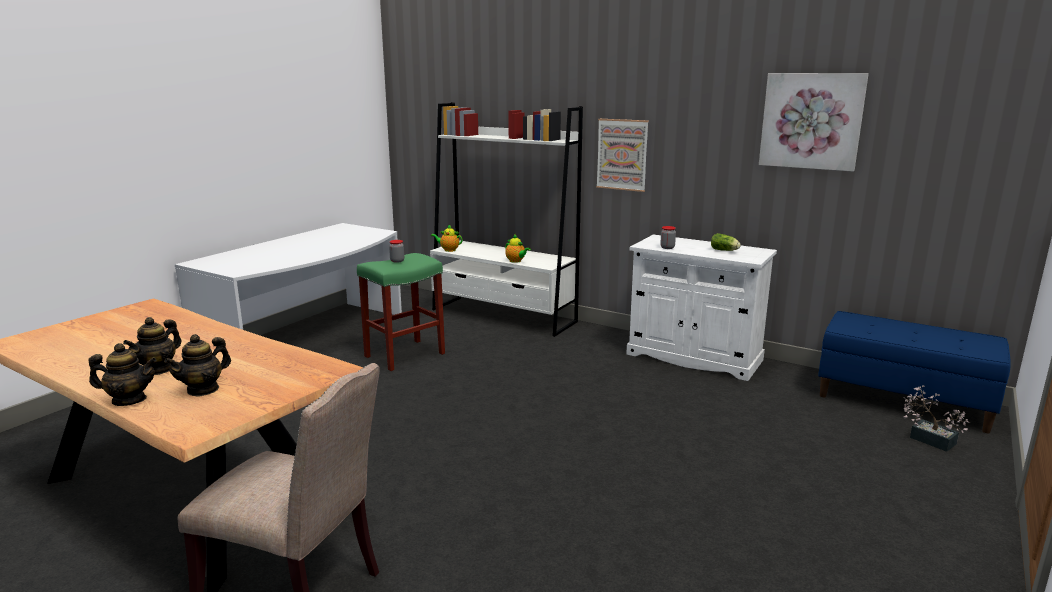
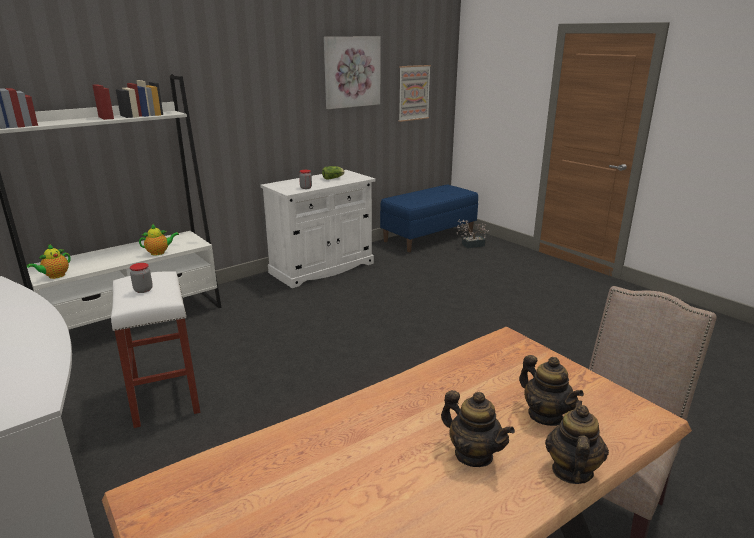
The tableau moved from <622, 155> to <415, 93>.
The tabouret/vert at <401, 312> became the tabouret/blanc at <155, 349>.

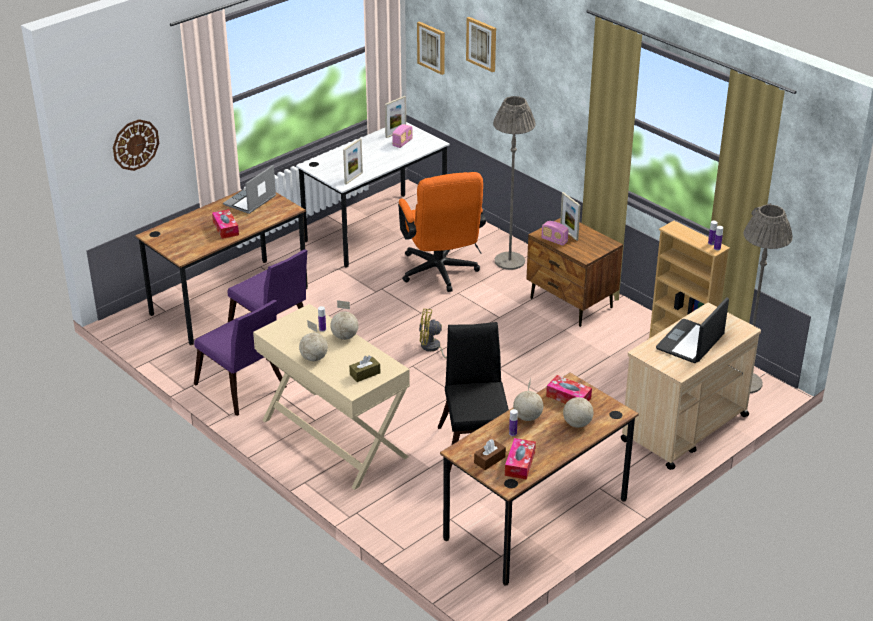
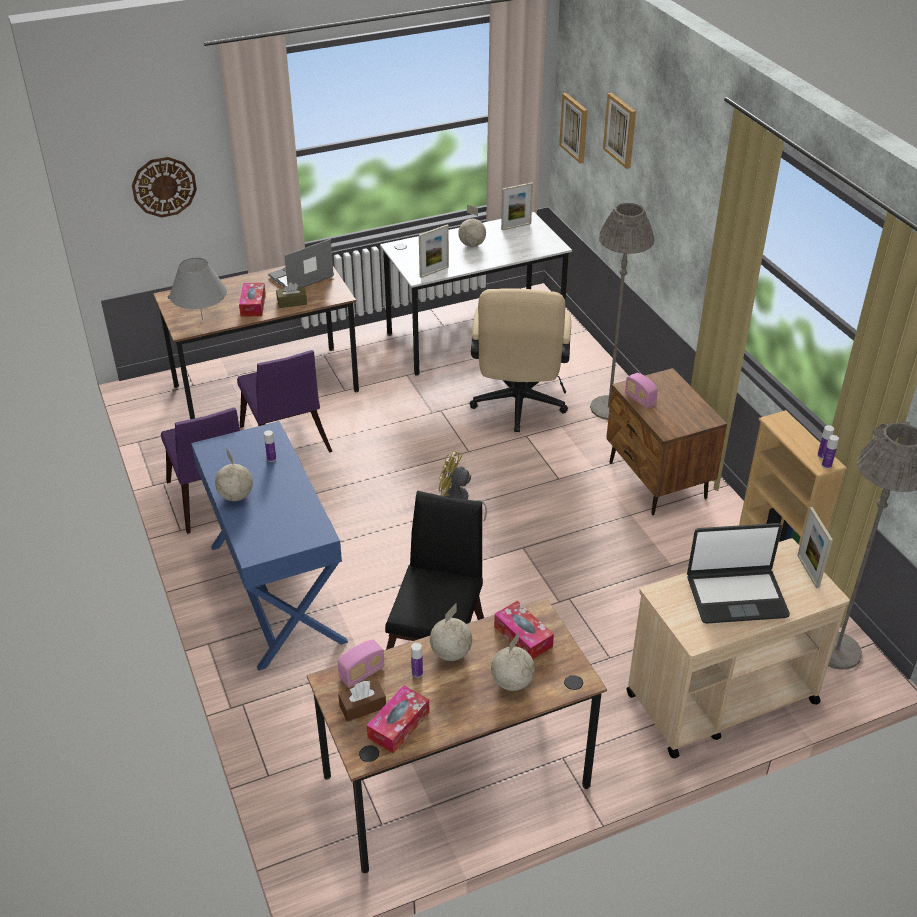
The lampe de table/gris at <198, 289> appeared.
The globe moved from <344, 320> to <472, 226>.
The boîte à mouchoirs/marron moved from <364, 368> to <291, 295>.
The radio moved from <402, 136> to <361, 663>.
The cadre photo moved from <570, 216> to <815, 548>.
The table console/beige at <331, 397> became the table console/bleu at <269, 546>.
The chaise de bureau/orange at <442, 232> became the chaise de bureau/beige at <520, 360>.
The ordinateur portable at <692, 330> turned 150 degrees counterclockwise.

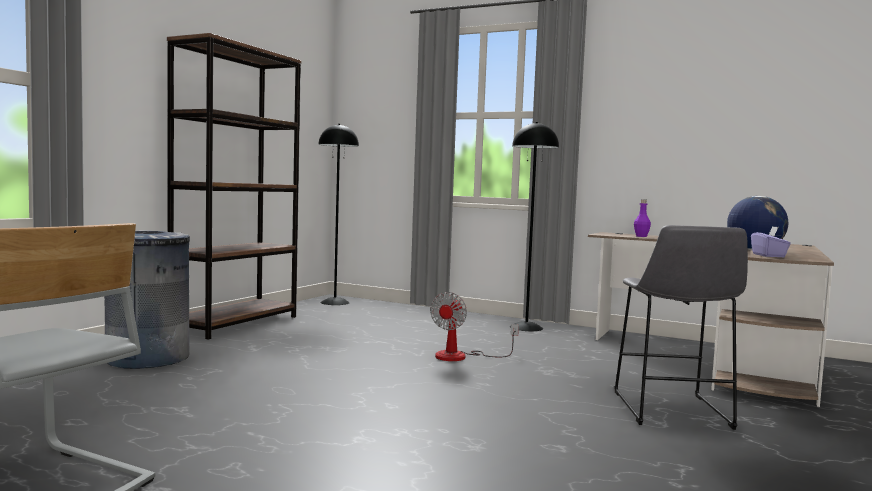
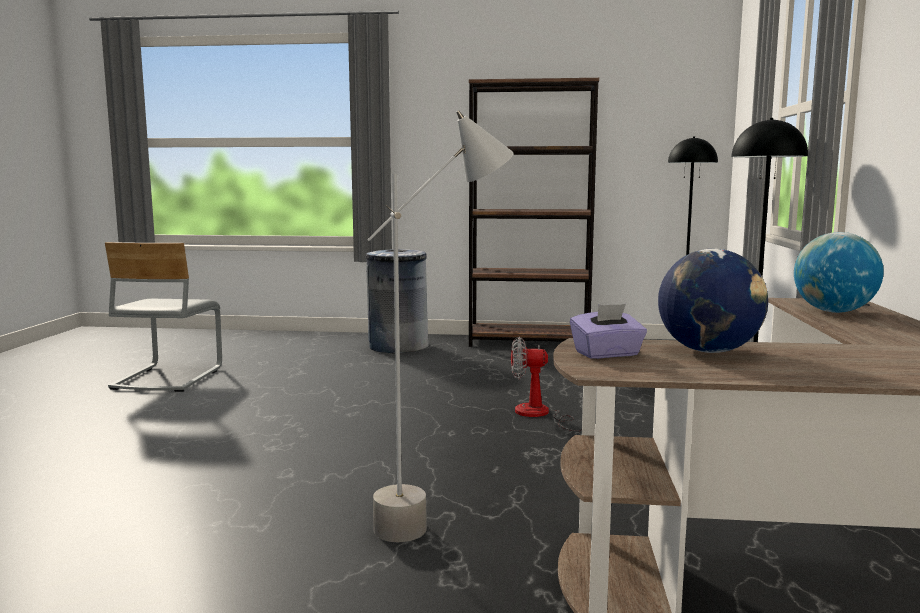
The tabouret/gris at <681, 327> was replaced by the lampadaire/gris at <440, 326>.
The bouteille/violet at <642, 218> was replaced by the globe at <839, 272>.

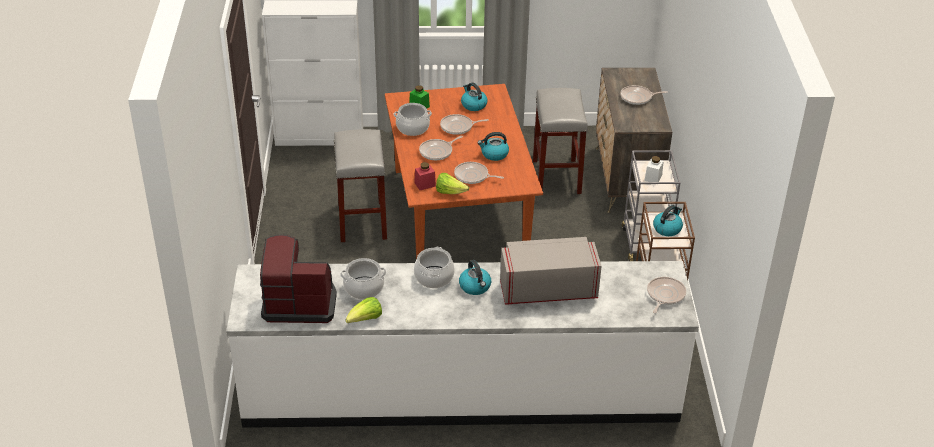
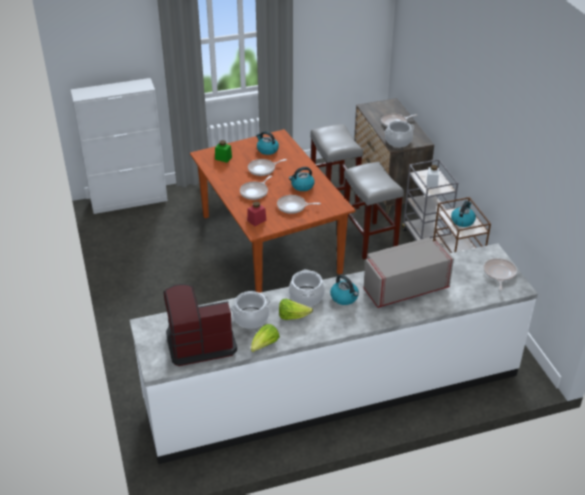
The tabouret/gris moved from <360, 185> to <374, 211>.
The marmite moved from <413, 119> to <399, 134>.
The laitue moved from <452, 183> to <296, 309>.

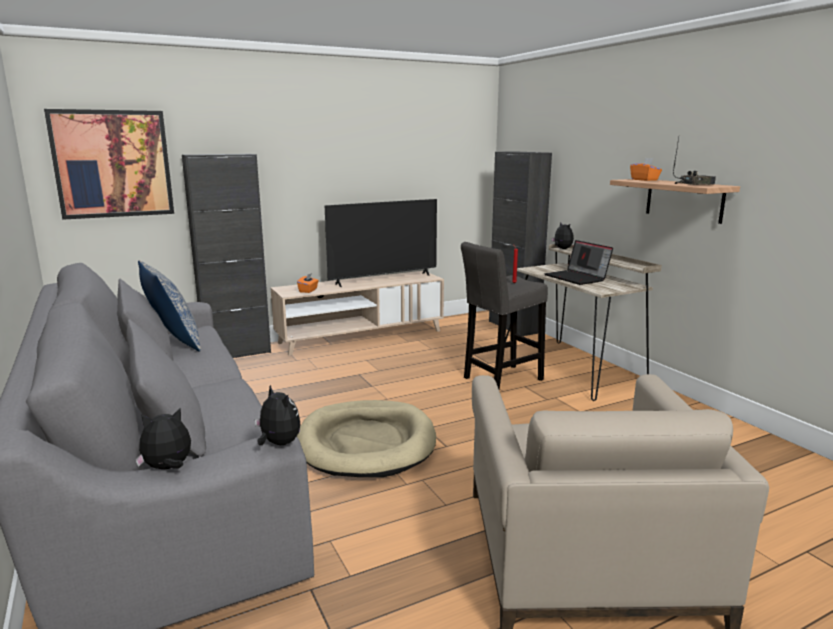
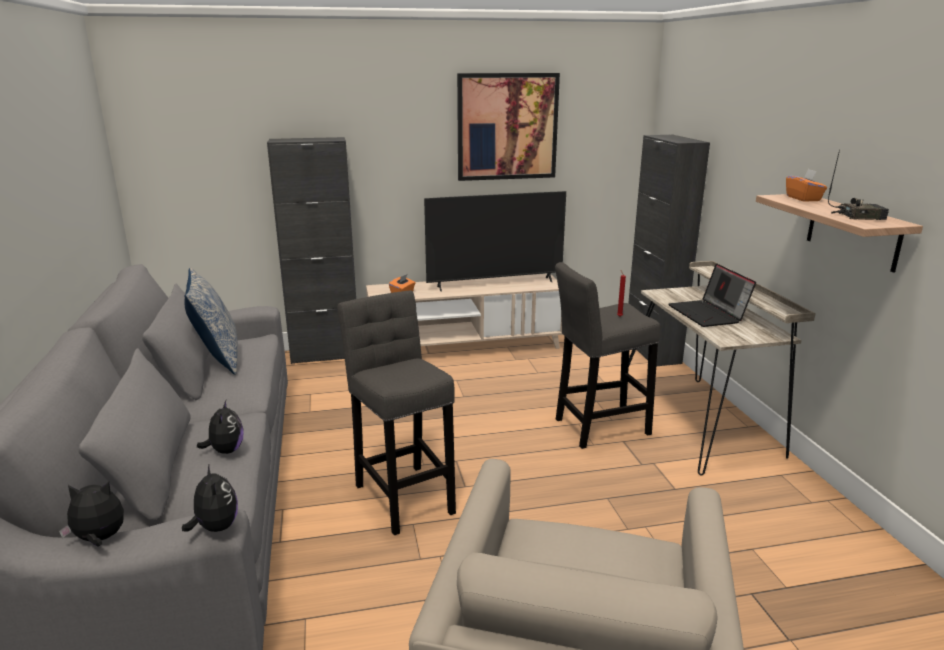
The tableau moved from <109, 164> to <508, 127>.
The peluche moved from <562, 235> to <220, 427>.
The panier pour chien/beige at <366, 438> was replaced by the tabouret/gris at <396, 412>.

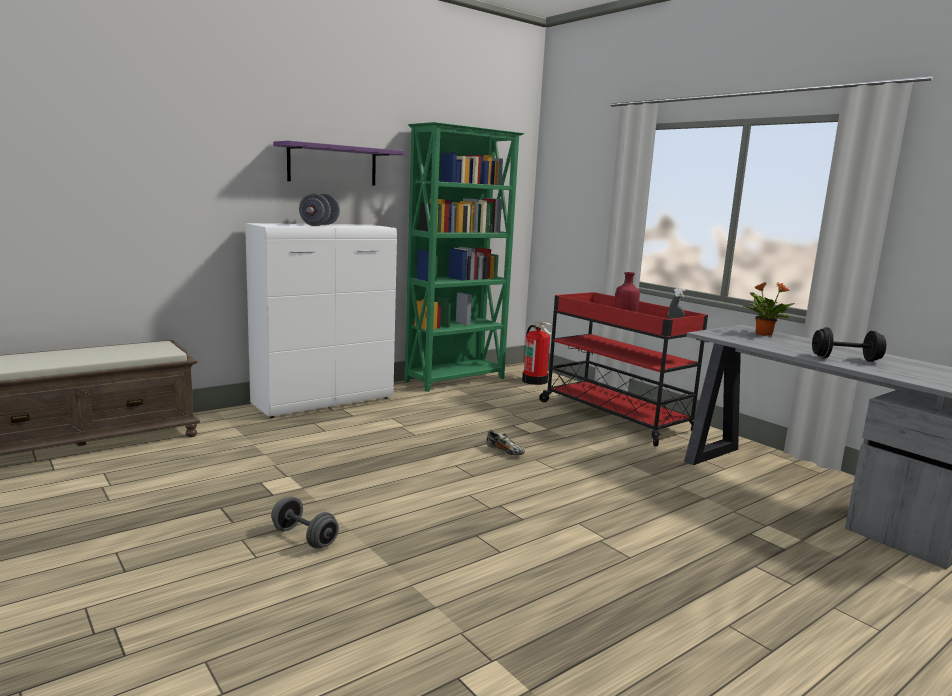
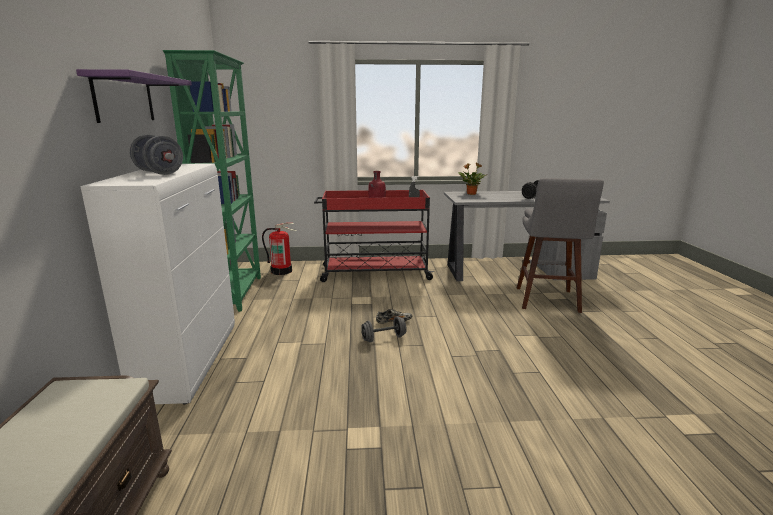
The tabouret/gris at <560, 245> appeared.
The haltère/gris moved from <305, 523> to <384, 329>.

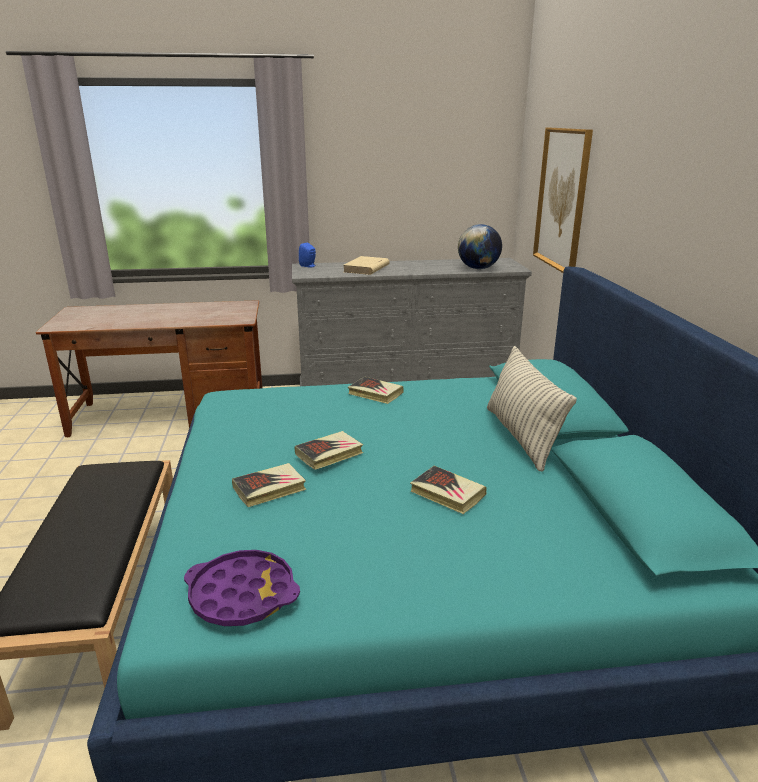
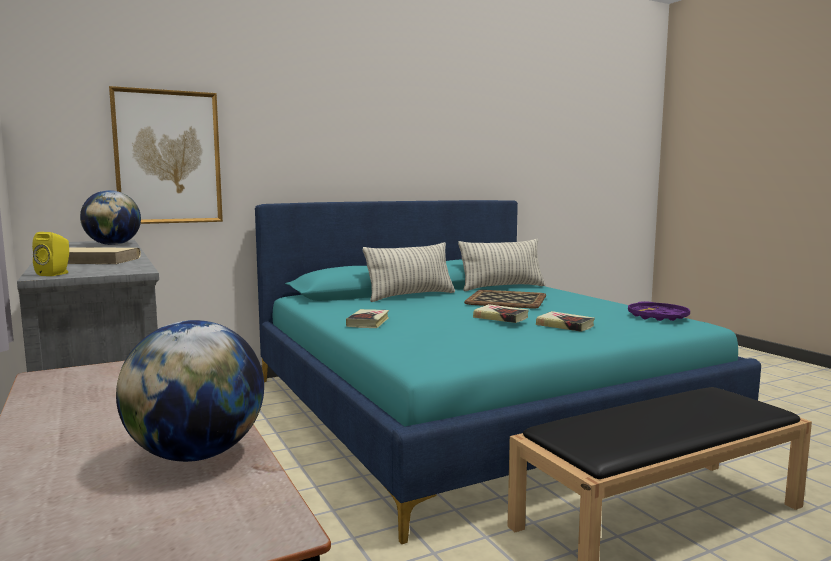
The globe at <190, 391> appeared.
The coussin at <501, 265> appeared.
The livre at <448, 490> was replaced by the plateau at <505, 299>.
The enceinte/bleu at <307, 255> became the enceinte/jaune at <50, 254>.

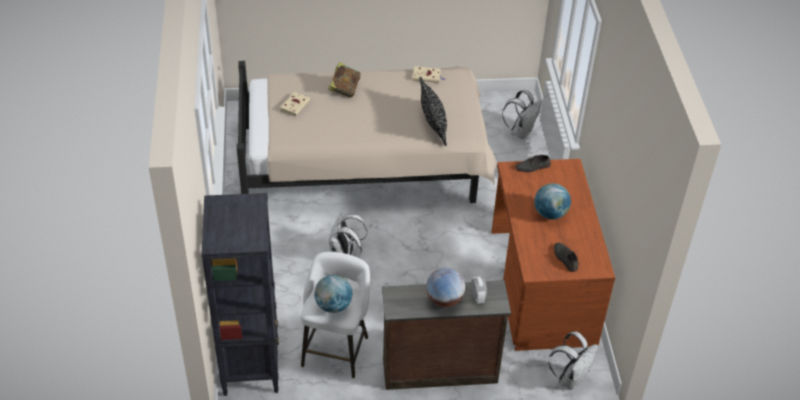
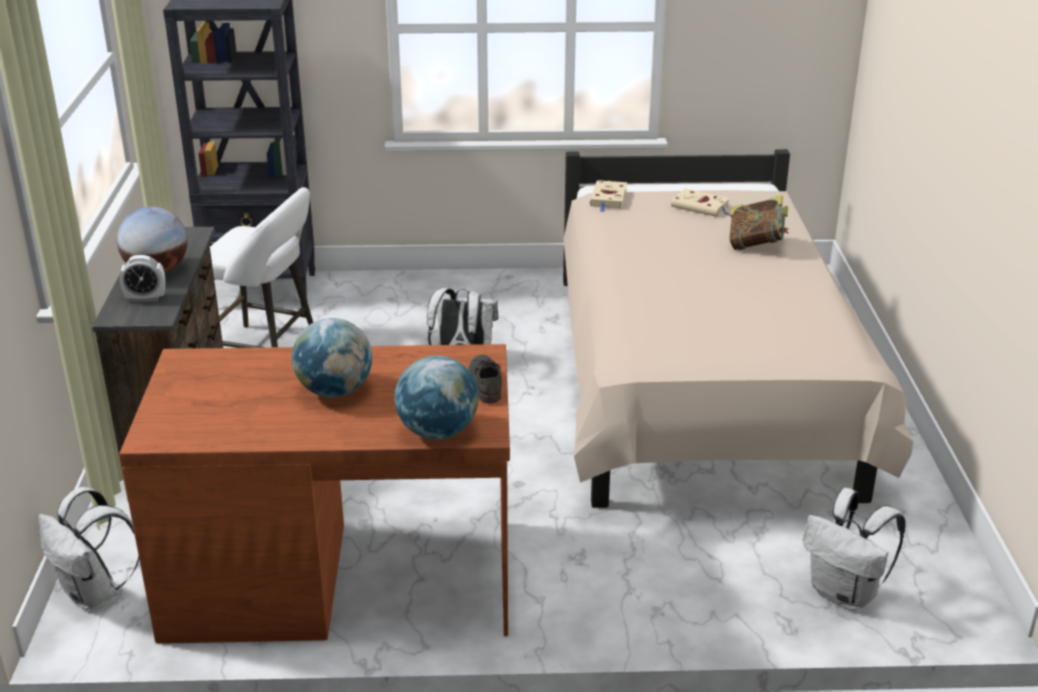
The coussin/noir at <433, 111> disappeared.
The chaussure/gris at <566, 257> disappeared.
The globe moved from <333, 294> to <437, 397>.
The livre/beige moved from <428, 74> to <608, 196>.

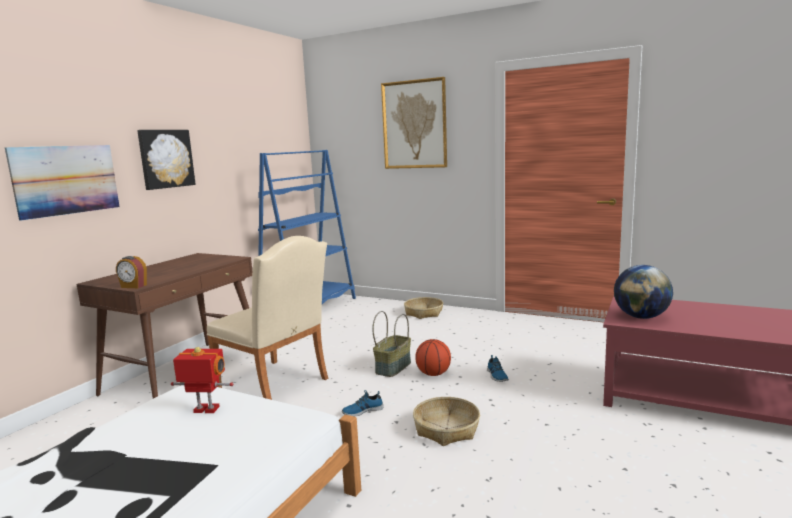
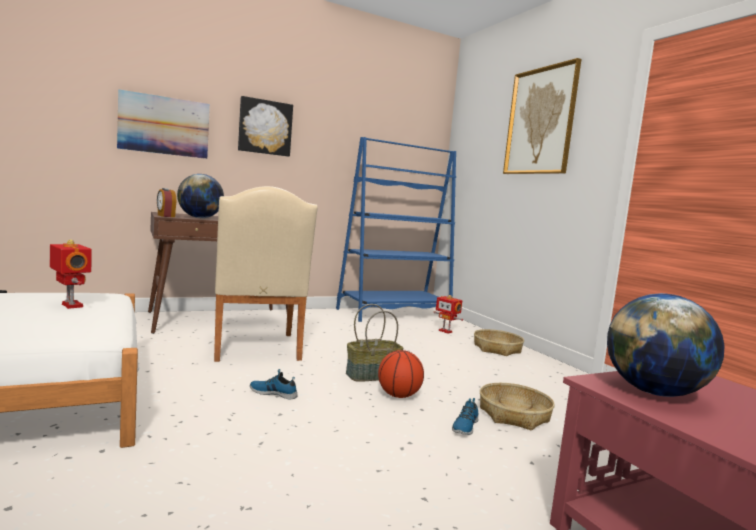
The globe at <200, 196> appeared.
The robot jouet at <448, 314> appeared.
The panier moved from <446, 421> to <517, 406>.

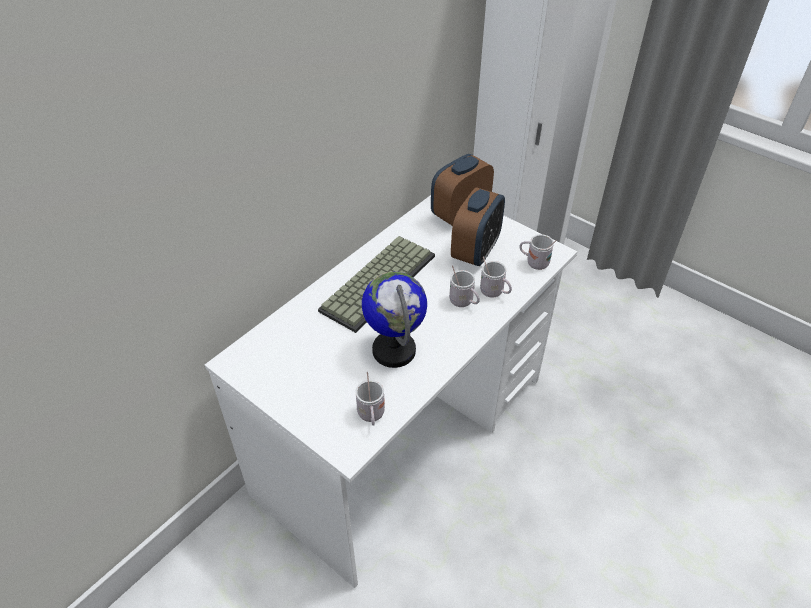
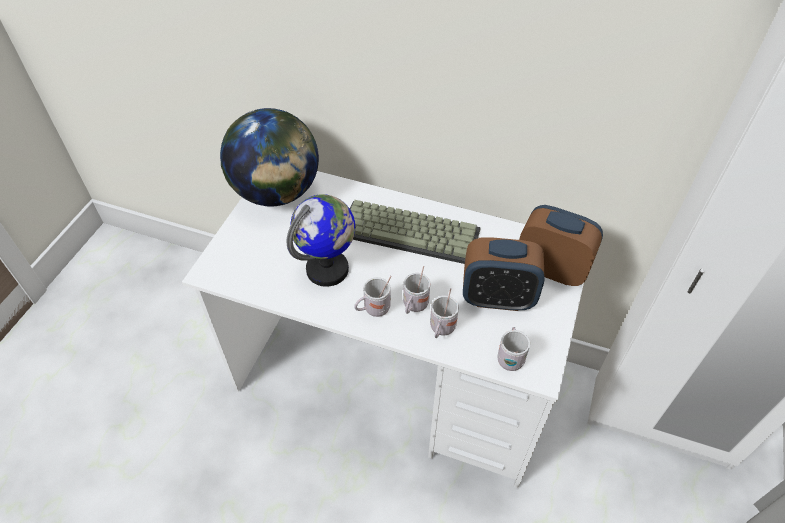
The globe at <269, 157> appeared.
The mug/blanc moved from <370, 399> to <373, 296>.

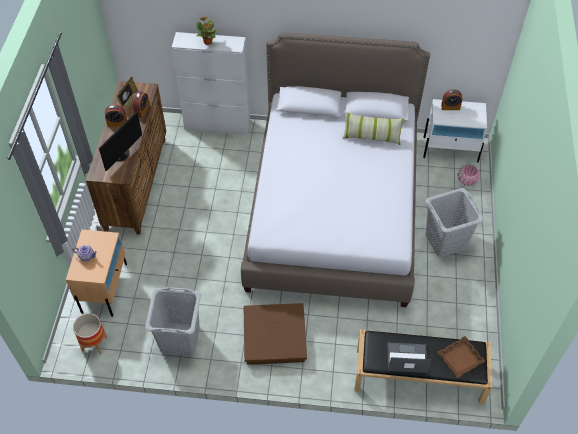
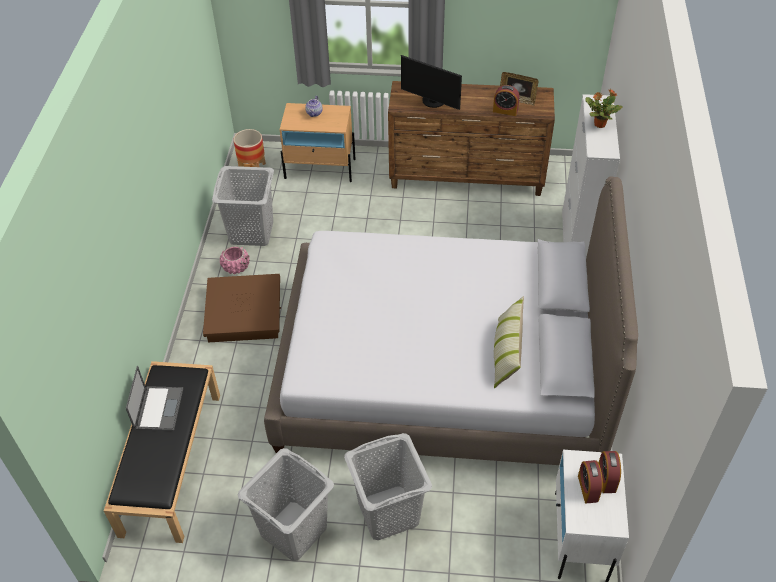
The plateau/marron at <461, 357> disappeared.
The panier à linge/gris at <286, 504> appeared.
The réveil moved from <116, 116> to <590, 482>.
The cache-pot/rose moved from <468, 175> to <235, 260>.

